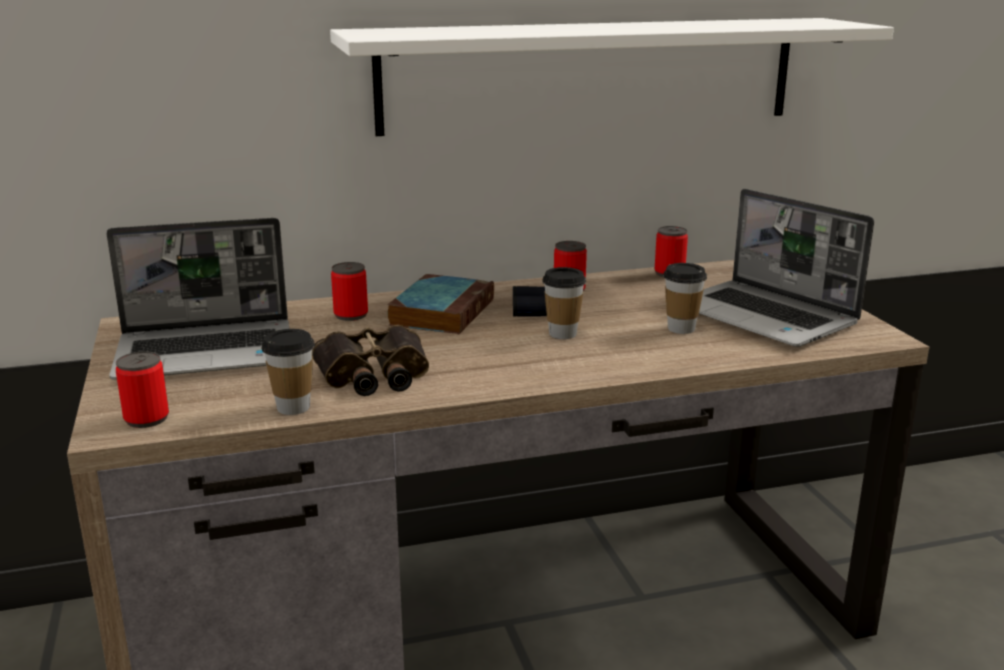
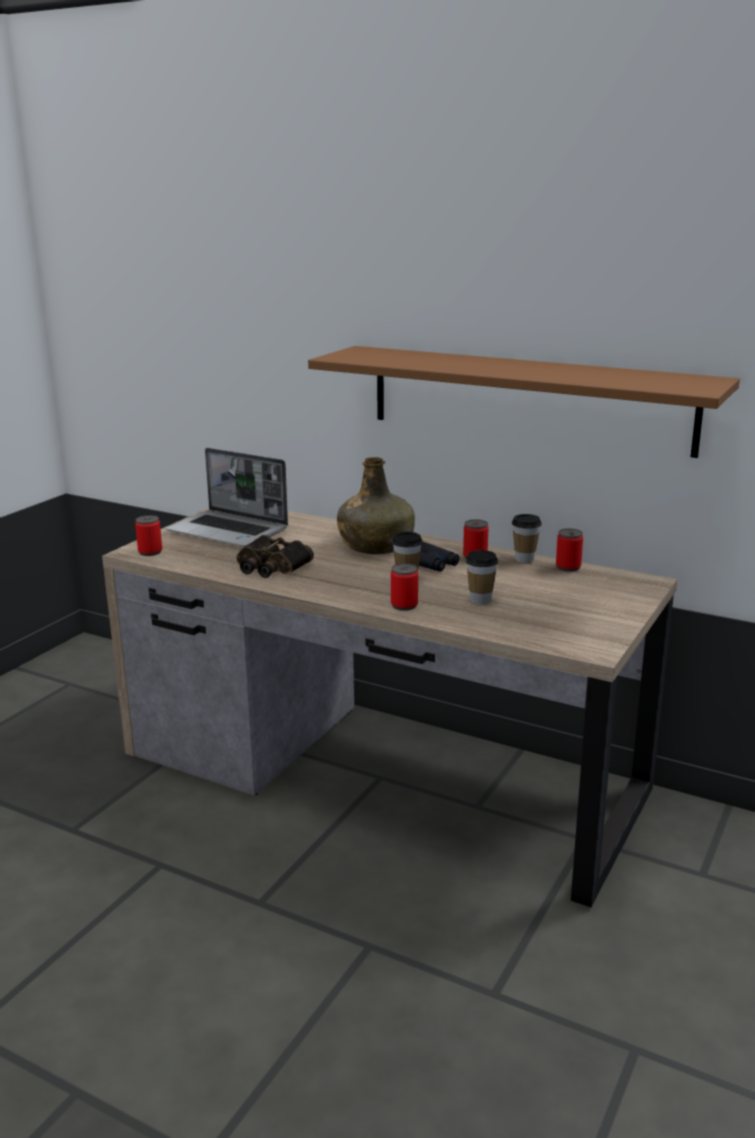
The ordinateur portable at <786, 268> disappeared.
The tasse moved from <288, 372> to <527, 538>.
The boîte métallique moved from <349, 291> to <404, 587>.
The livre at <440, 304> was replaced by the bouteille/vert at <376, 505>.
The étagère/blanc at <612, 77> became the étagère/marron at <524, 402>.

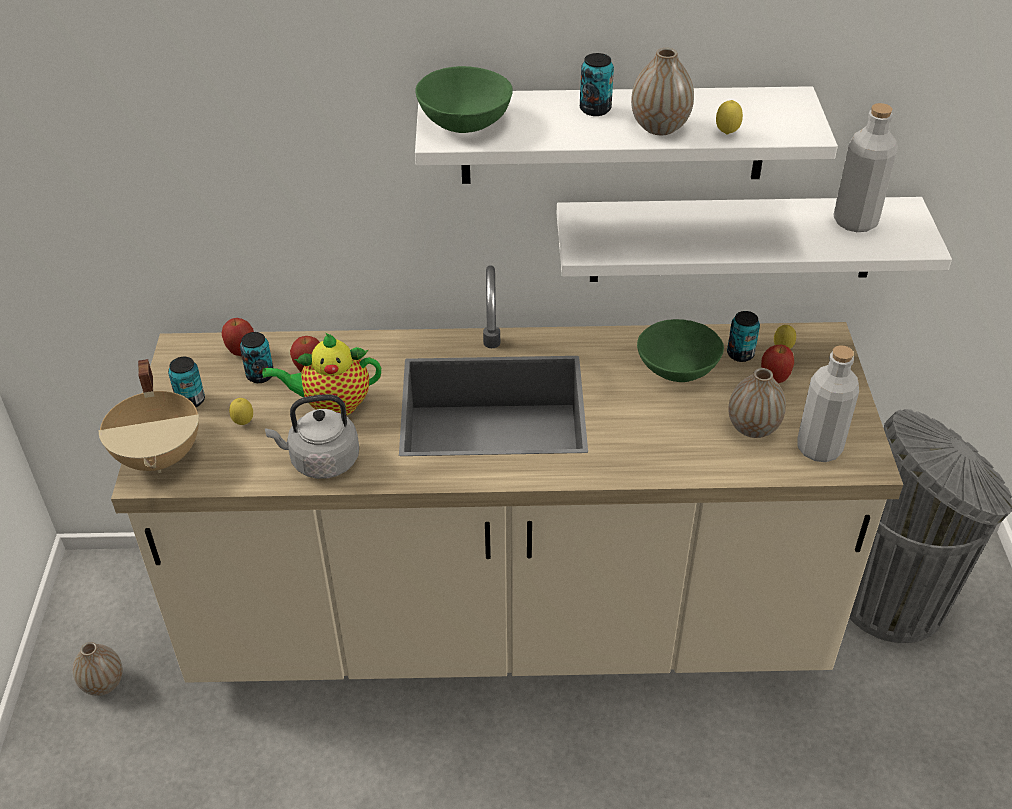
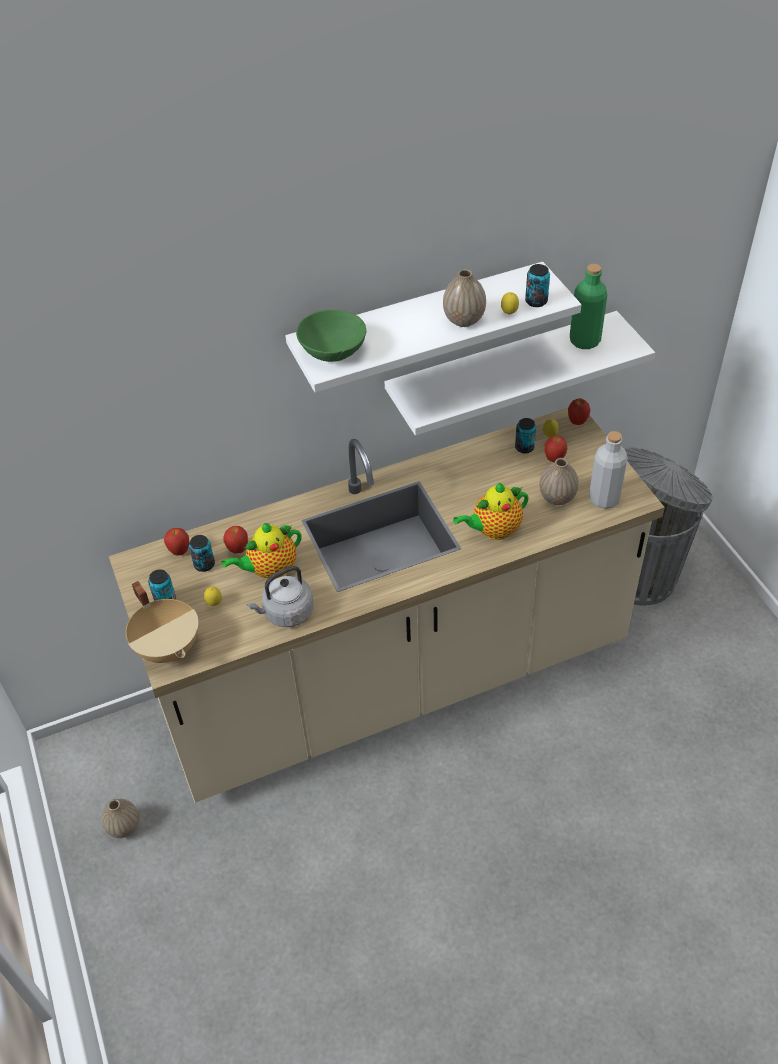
The bol/vert at <680, 350> disappeared.
The théière at <491, 511> appeared.
The pomme at <579, 411> appeared.
The boîte métallique moved from <597, 84> to <537, 285>.
The bouteille/gris at <865, 167> became the bouteille/vert at <588, 306>.

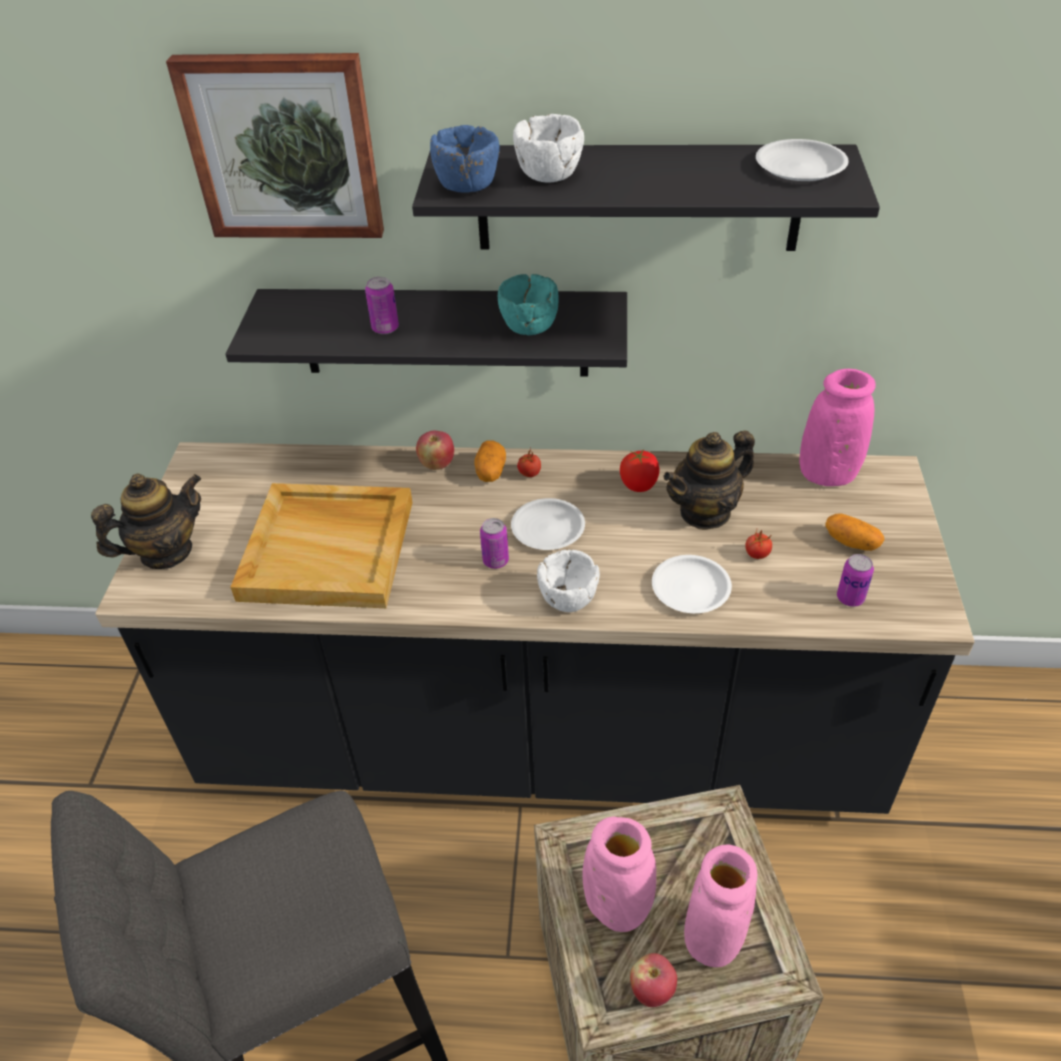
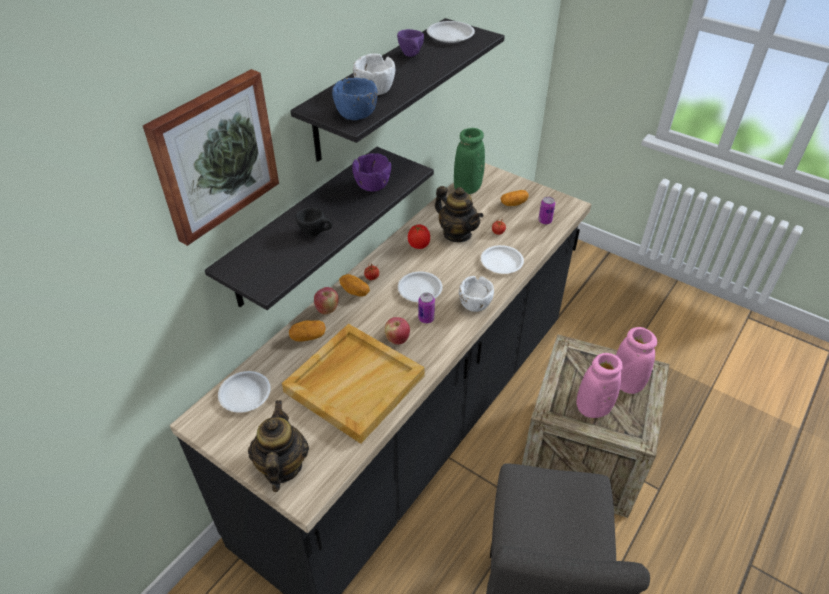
The assiette/blanc at <244, 392> appeared.
The pomme de terre at <307, 331> appeared.
The tasse/violet at <410, 43> appeared.
The pomme moved from <653, 980> to <397, 331>.
The boîte métallique at <382, 305> was replaced by the tasse/noir at <313, 221>.
The bol/turquoise at <528, 304> became the bol/violet at <371, 172>.
The vase/rose at <837, 427> became the vase/vert at <469, 161>.
The théière at <709, 480> turned 45 degrees counterclockwise.

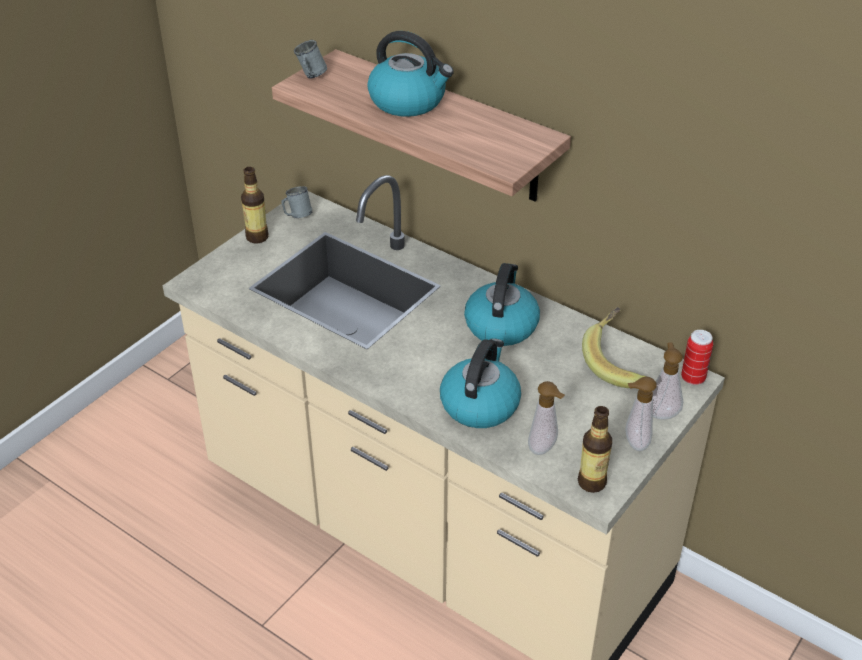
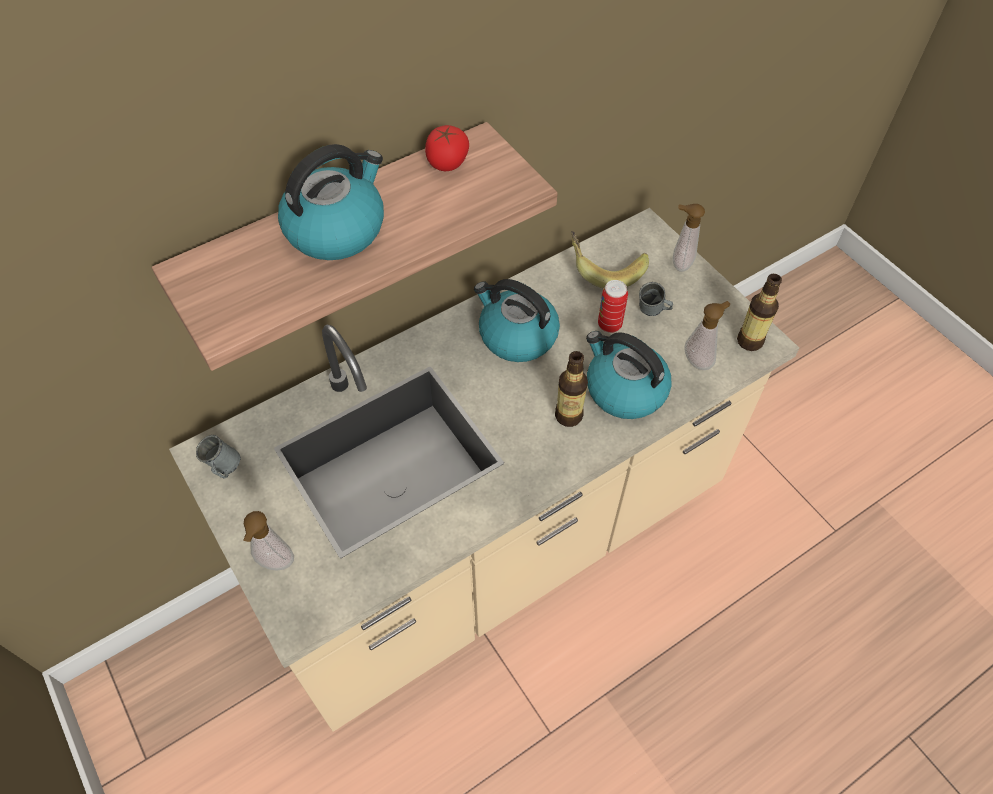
The tomate at <447, 148> appeared.
The bouteille moved from <255, 205> to <571, 389>.
The mug/gris moved from <310, 59> to <656, 299>.
The distributeur de savon moved from <640, 414> to <268, 541>.
The boîte métallique moved from <697, 357> to <613, 306>.

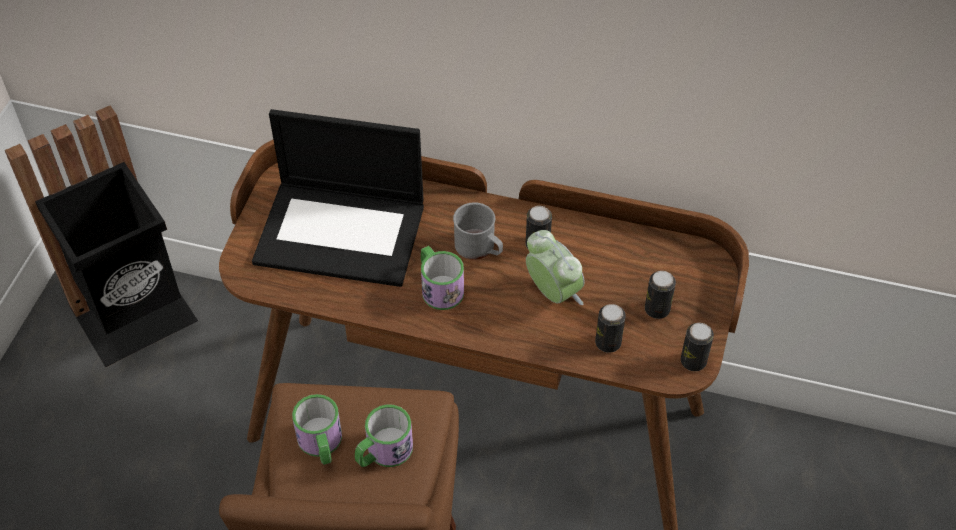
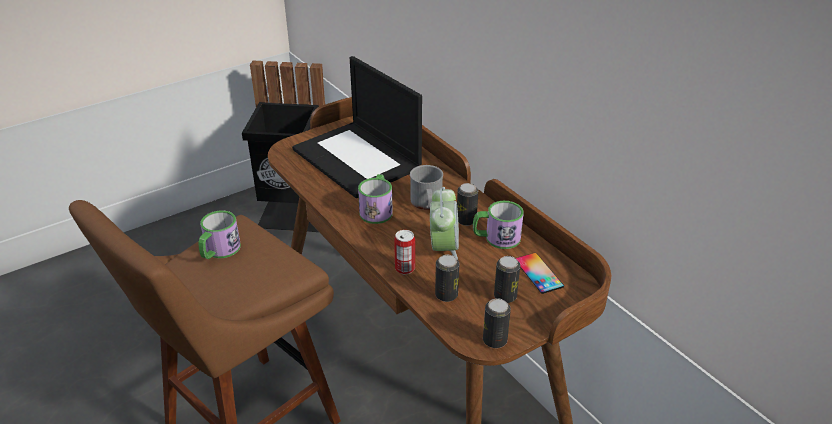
The boîte métallique at <404, 252> appeared.
The téléphone at <540, 273> appeared.
The mug moved from <384, 435> to <498, 225>.

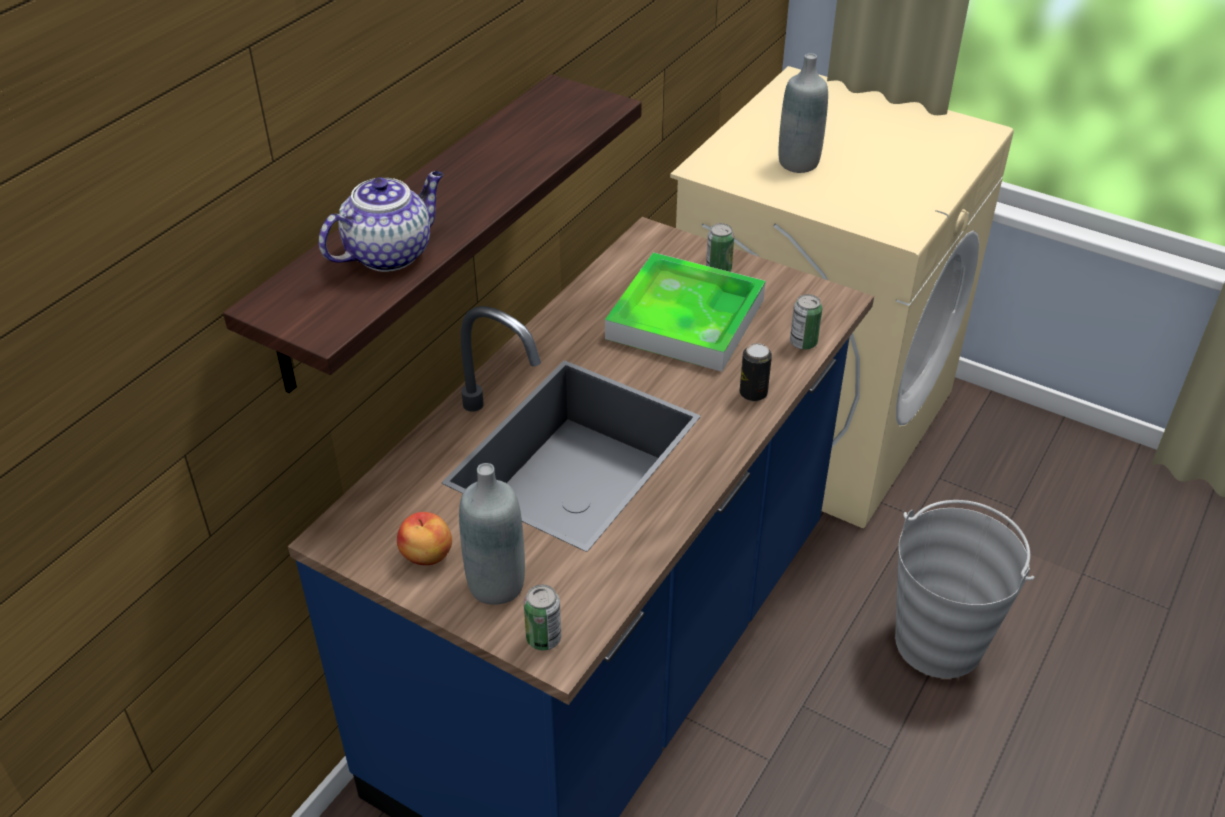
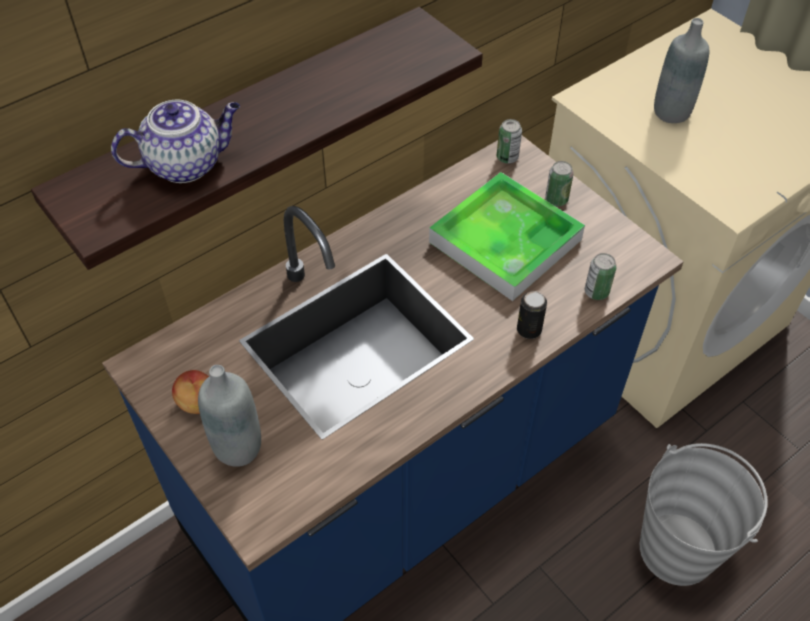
The boîte métallique moved from <542, 617> to <509, 141>.

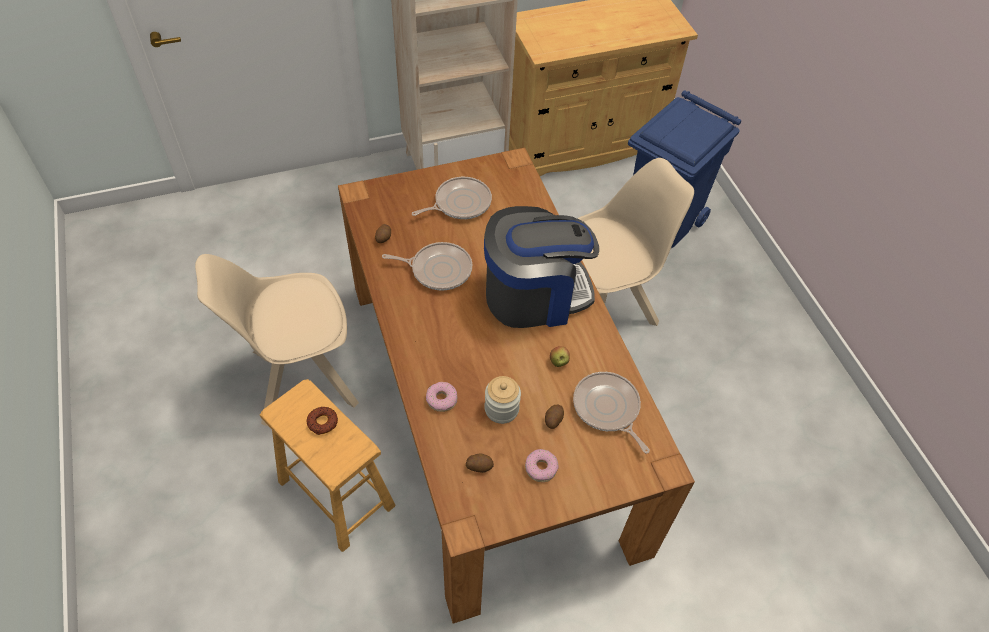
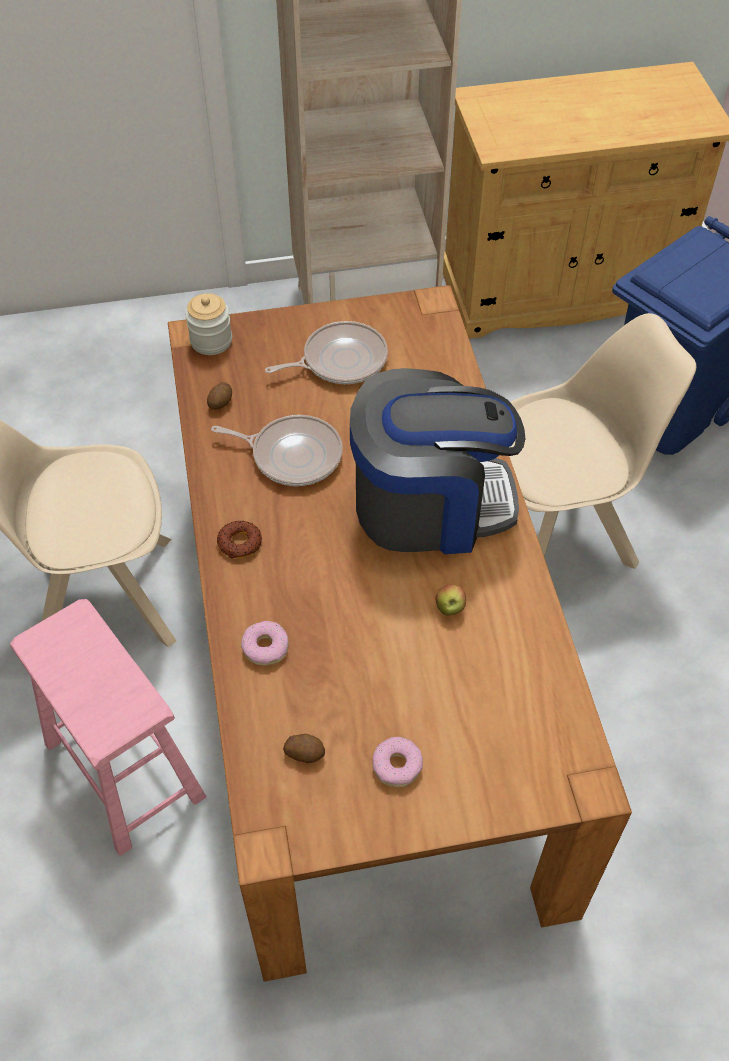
The pomme de terre at <554, 417> disappeared.
The poêle at <611, 413> disappeared.
The beignet moved from <322, 421> to <239, 540>.
The bocal moved from <502, 400> to <208, 324>.
The tabouret/marron at <327, 465> became the tabouret/rose at <108, 727>.

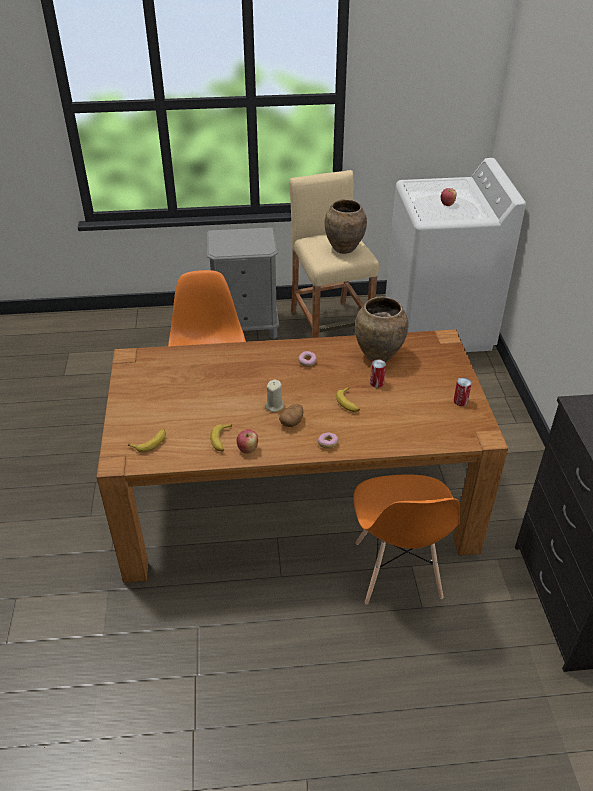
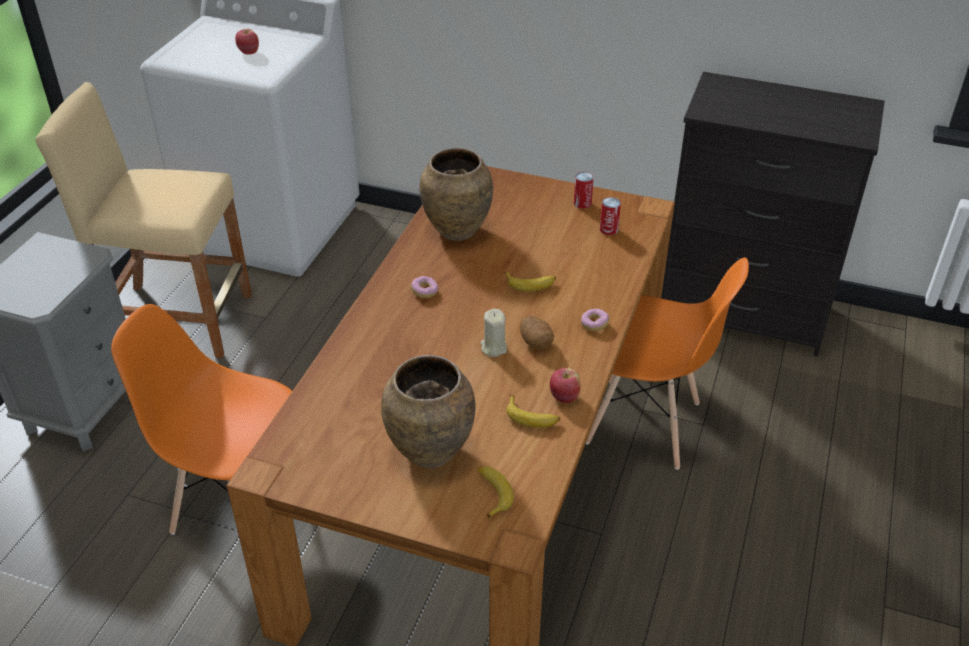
The vase/marron moved from <345, 226> to <428, 411>.
The boîte métallique moved from <378, 374> to <610, 216>.

